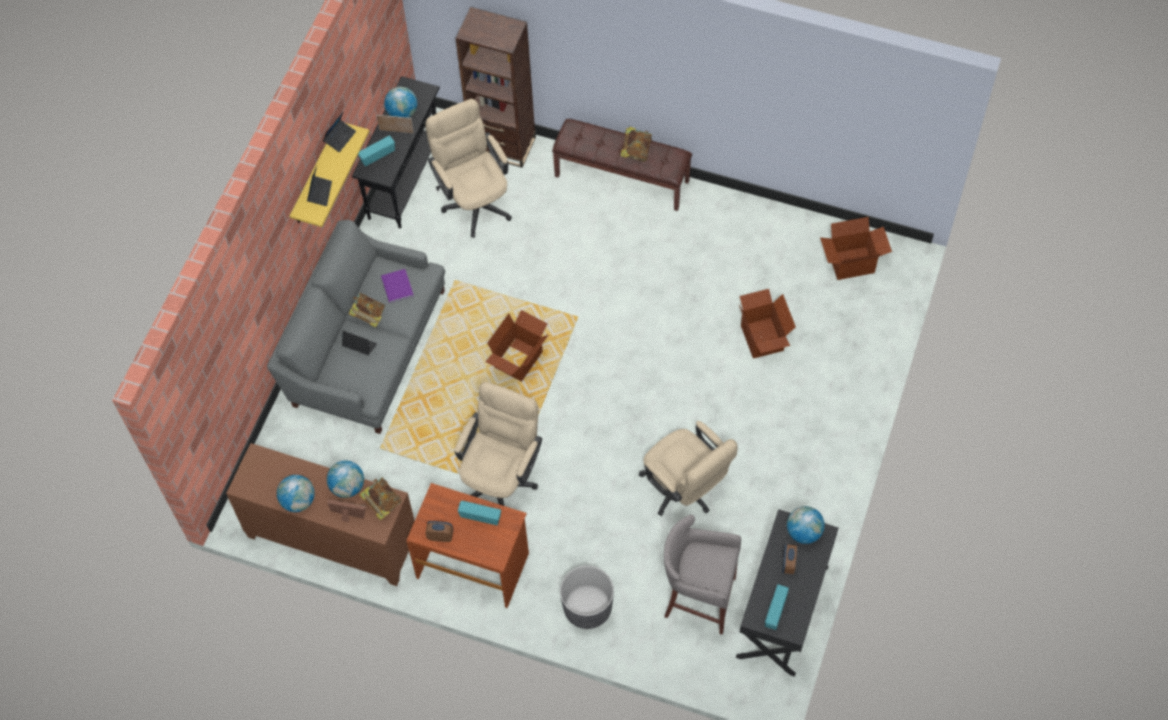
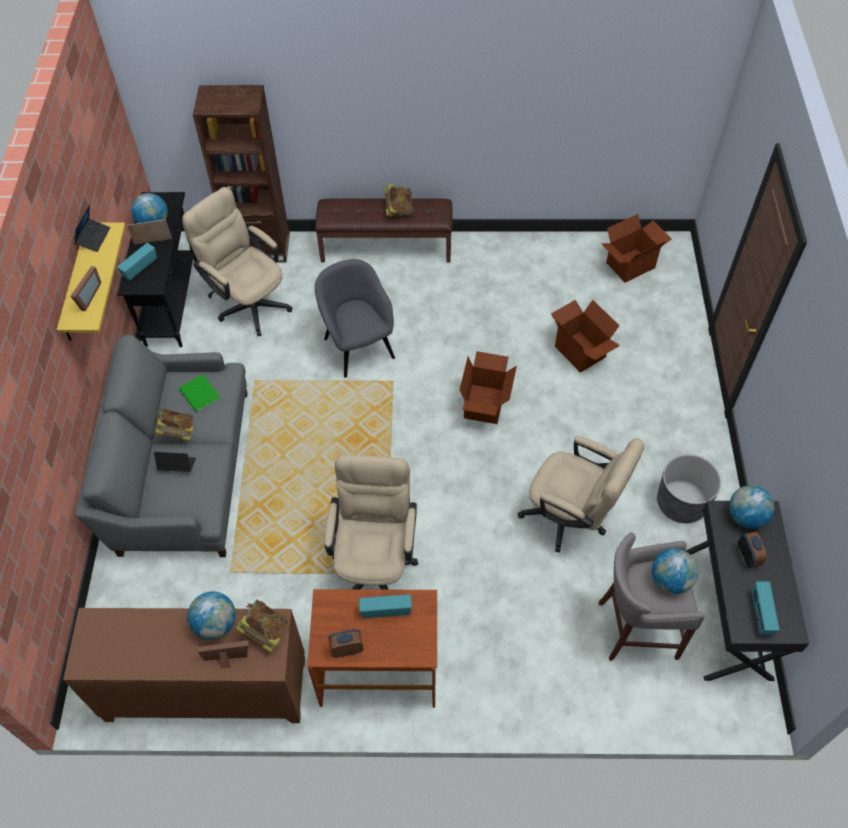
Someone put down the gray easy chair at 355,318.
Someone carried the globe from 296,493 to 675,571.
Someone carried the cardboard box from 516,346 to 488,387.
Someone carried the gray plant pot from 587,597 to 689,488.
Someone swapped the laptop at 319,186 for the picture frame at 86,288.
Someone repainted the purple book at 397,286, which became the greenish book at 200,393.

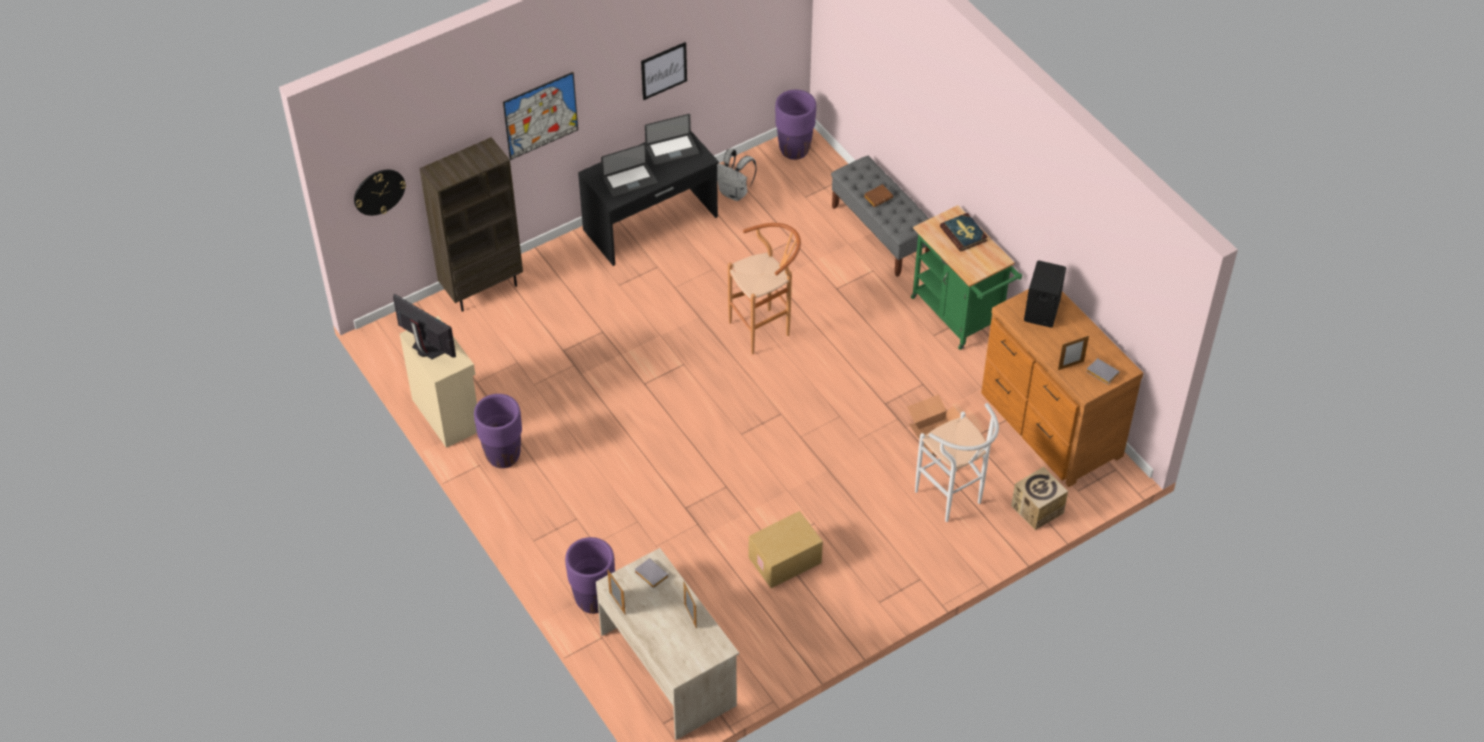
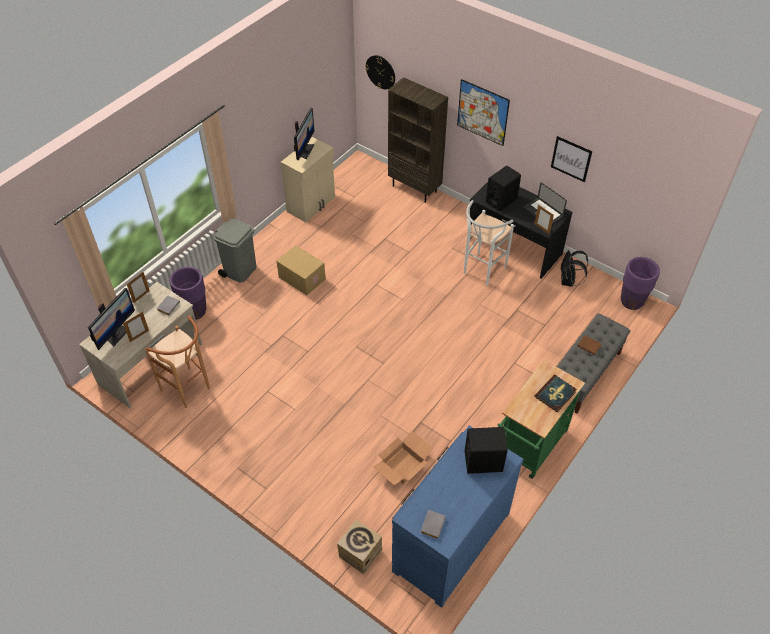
Someone took away the purple plant pot at 498,431.
Someone put down the computer screen at 111,319.
Someone put down the gray trash can at 234,251.
Someone carried the brown-coloured stool from 764,289 to 177,362.
Someone carried the cardboard box from 786,549 to 301,270.
Someone carried the white-coloured stool from 957,462 to 489,243.
Someone carried the picture frame from 1073,353 to 544,219.
Someone swapped the laptop at 629,170 for the black-coloured speaker at 503,188.
Someone repainted the white-coloured knapsack at 737,174, which became the black-coloured knapsack at 574,268.
Someone repainted the brown-coloured dresser at 1062,388, which became the bluish dresser at 458,517.

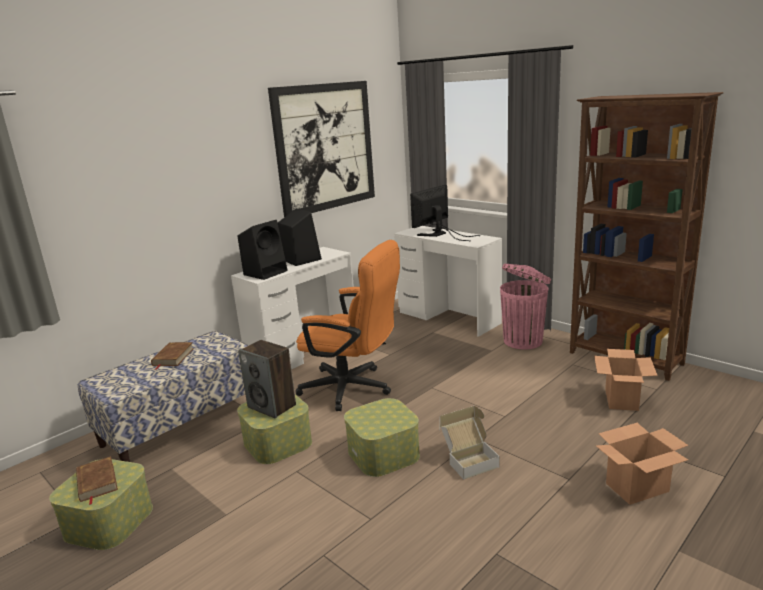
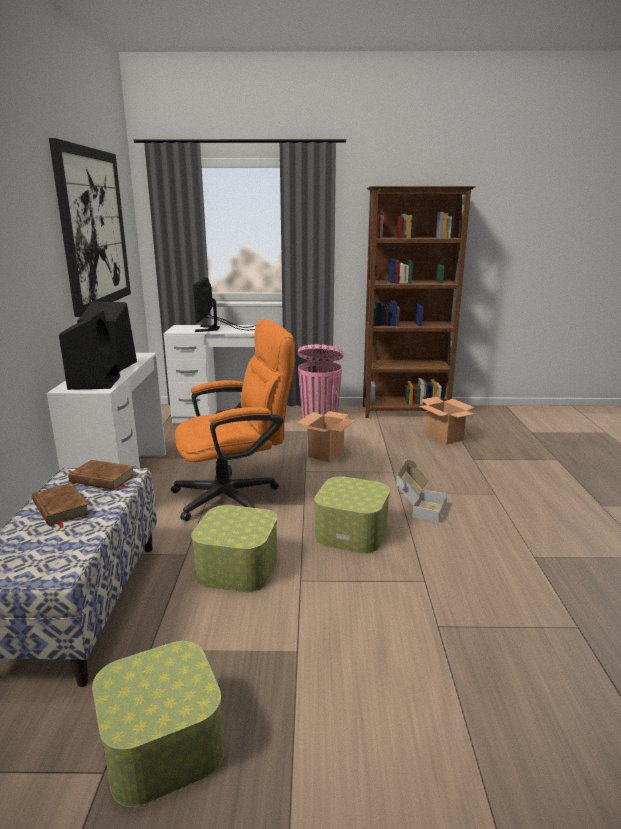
Someone took away the speaker at 267,379.
Someone carried the brown-coloured book from 97,480 to 101,475.
Someone carried the cardboard box from 642,464 to 326,436.

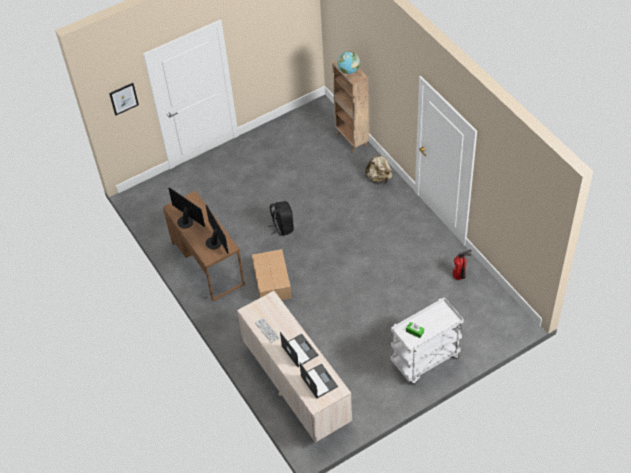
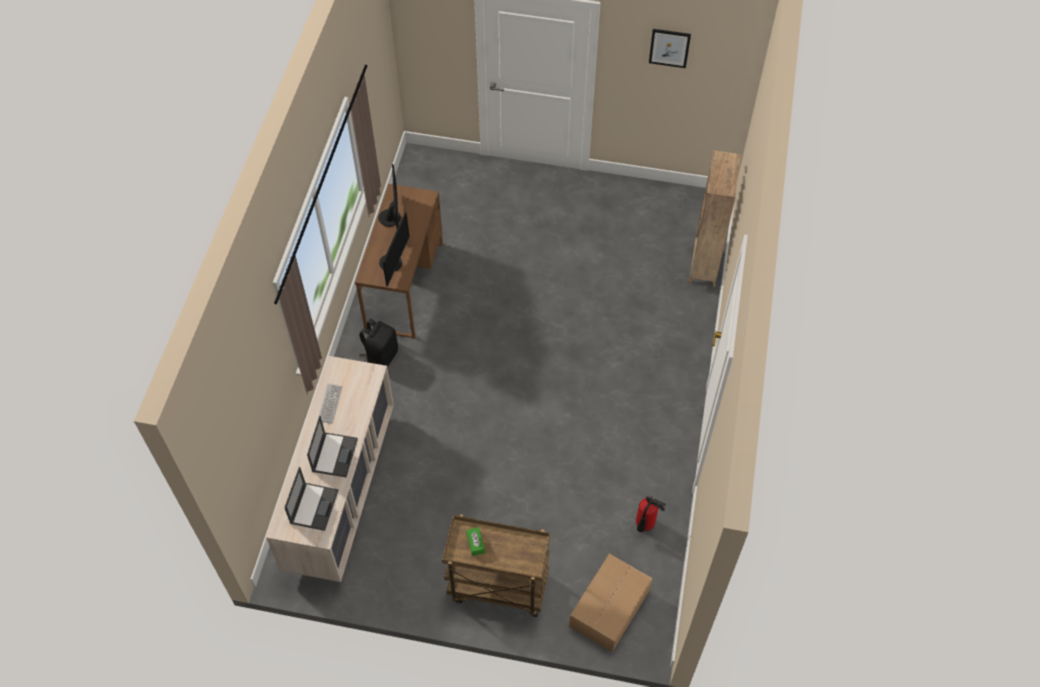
Someone took away the globe at 348,62.
Someone took away the sand-coloured knapsack at 378,168.
Someone carried the wall picture from 124,99 to 670,48.
Someone carried the cardboard box from 272,274 to 611,603.
Someone carried the black-coloured knapsack from 282,218 to 378,343.
Someone repainted the white-coloured cart at 427,340, which became the brown-coloured cart at 496,565.

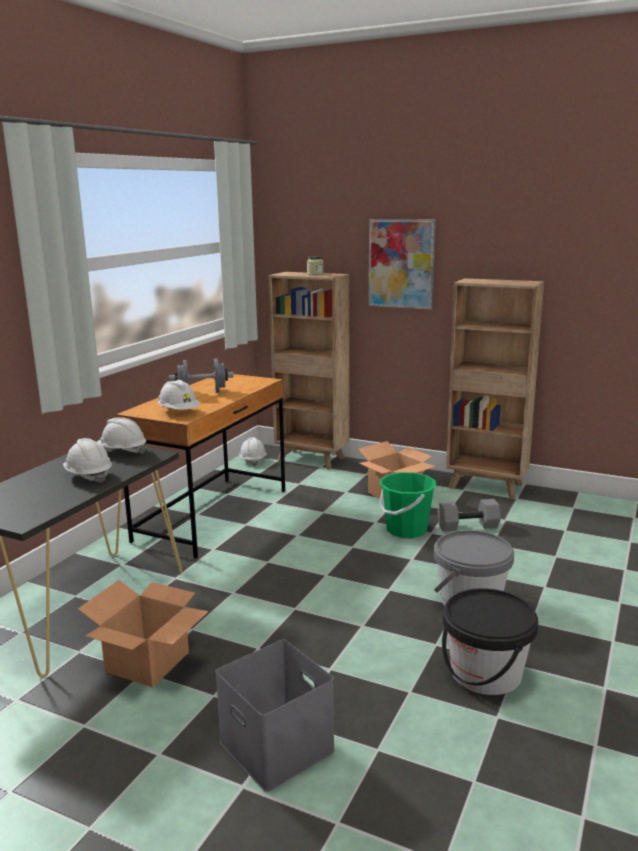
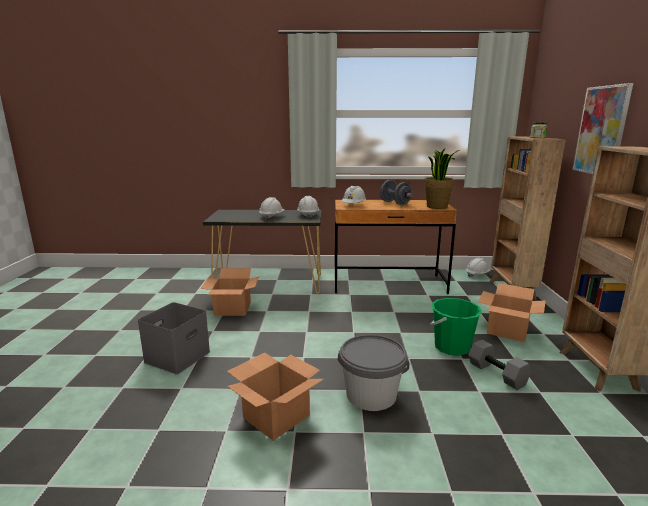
Someone put down the potted plant at 441,178.
Someone swapped the black-coloured water bucket at 490,641 for the cardboard box at 275,397.

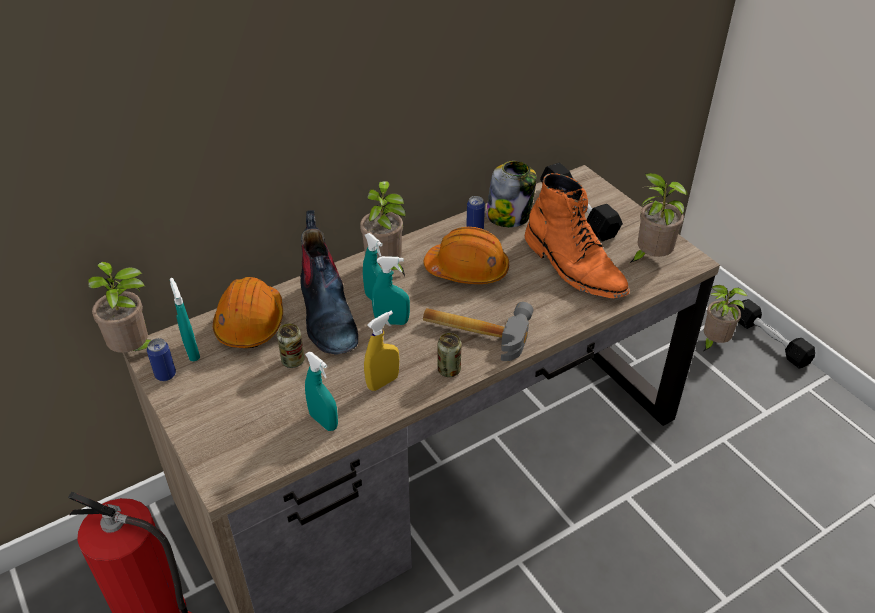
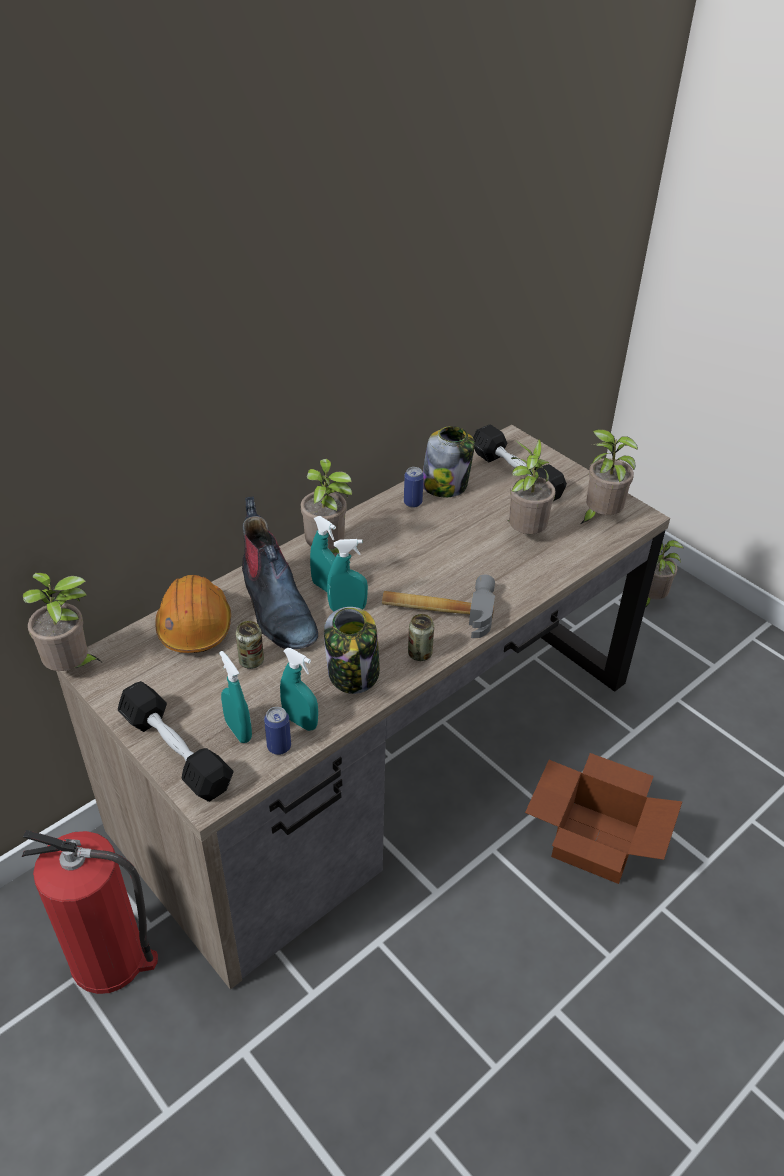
Someone took away the orangey work helmet at 466,255.
Someone put down the cardboard box at 603,818.
Someone carried the metal can from 161,359 to 277,731.
Someone carried the turquoise-coloured hand sprayer from 185,320 to 235,697.
Someone carried the black-coloured dumbbell from 776,334 to 175,741.
Someone swapped the yellow hand sprayer at 381,351 for the jar at 352,650.
Someone swapped the orangey tall boot at 577,236 for the potted plant at 532,486.

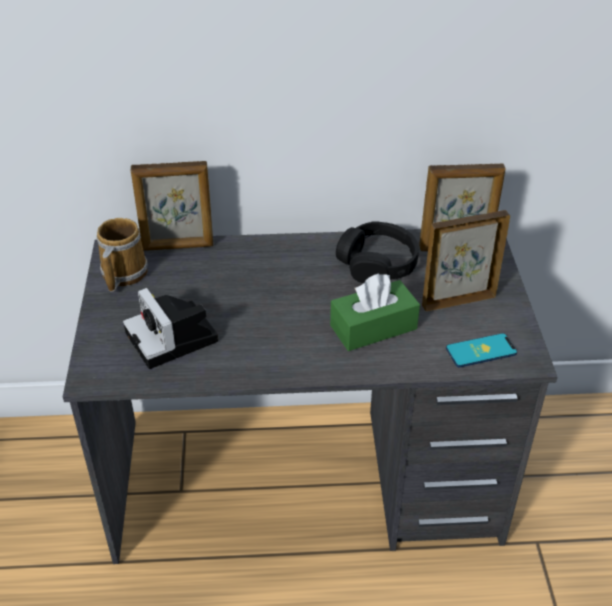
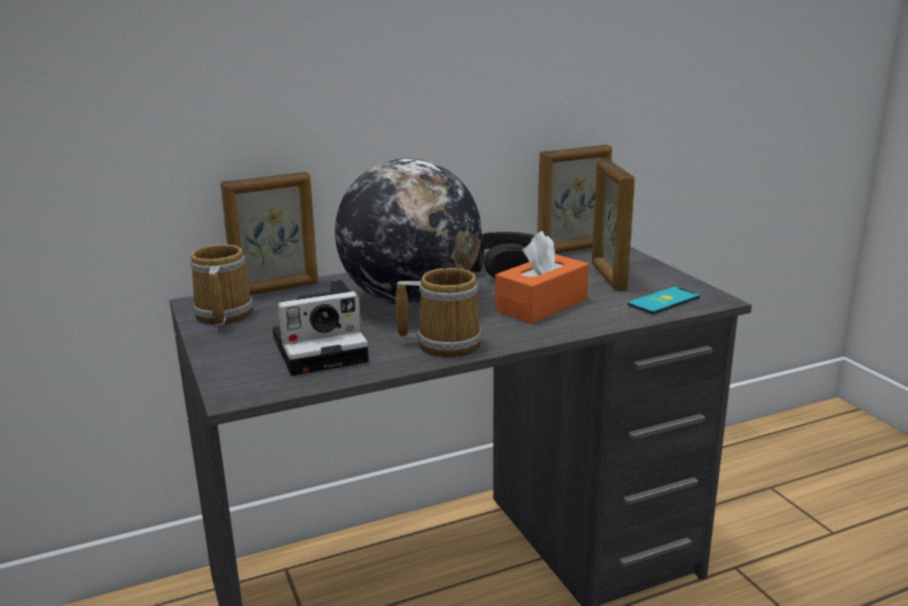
Someone put down the globe at 408,232.
Someone put down the tea mug at 439,312.
Someone repainted the greenish tissue holder at 375,312, which became the orangey tissue holder at 542,277.
Someone rotated the photo camera at 170,328 by 60 degrees counterclockwise.
Someone rotated the picture frame at 466,261 by 60 degrees counterclockwise.

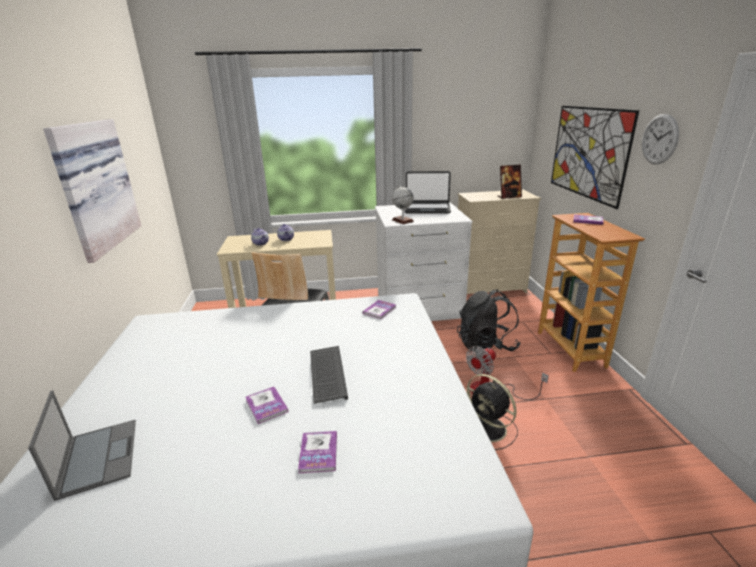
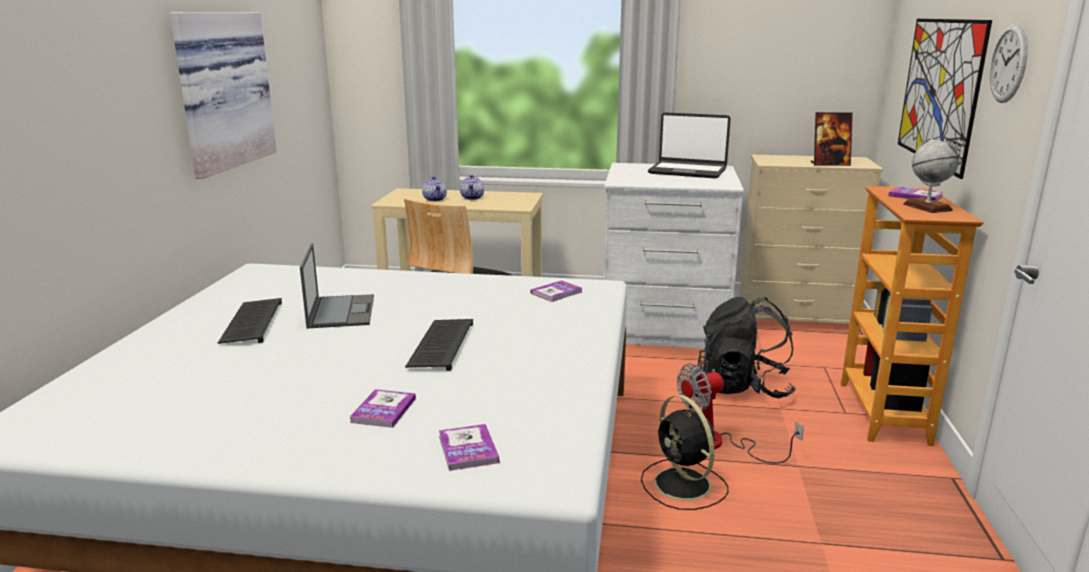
Someone put down the PC keyboard at 250,321.
Someone carried the laptop from 82,445 to 337,285.
Someone carried the book from 266,405 to 469,447.
Someone carried the globe from 403,205 to 931,175.

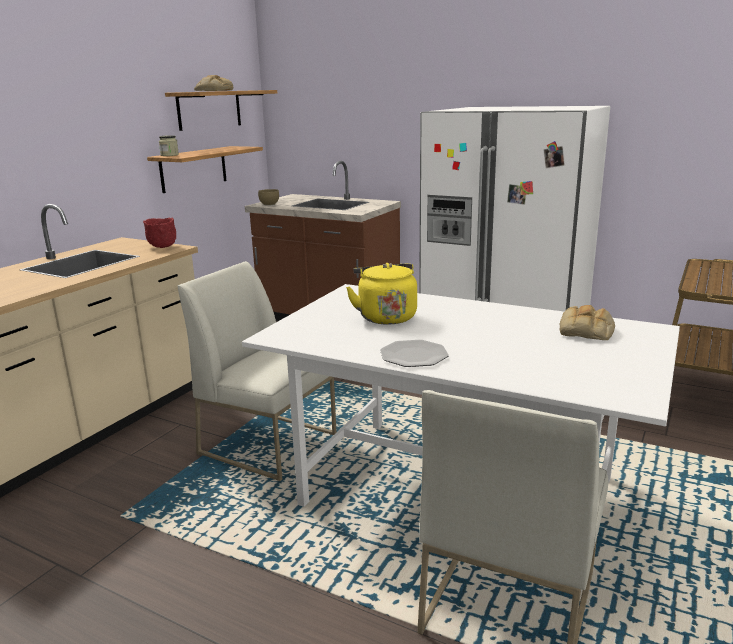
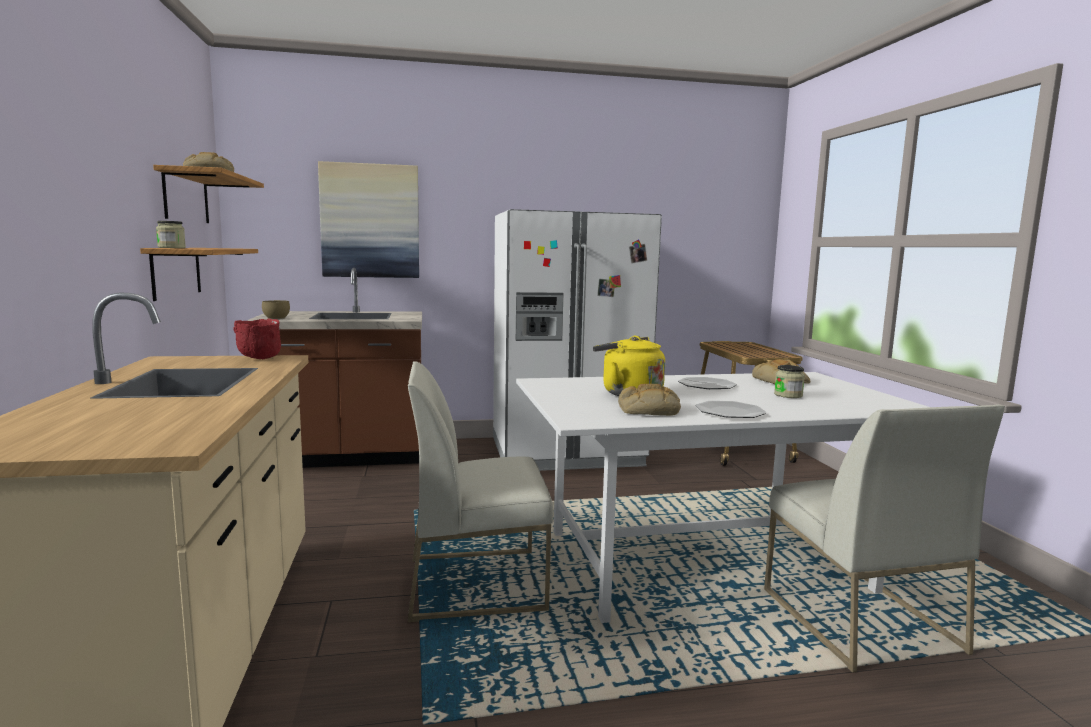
Someone put up the wall picture at 368,219.
Someone put down the bakery bread at 649,400.
Someone put down the flat dish at 707,383.
Someone put down the jar at 789,381.

